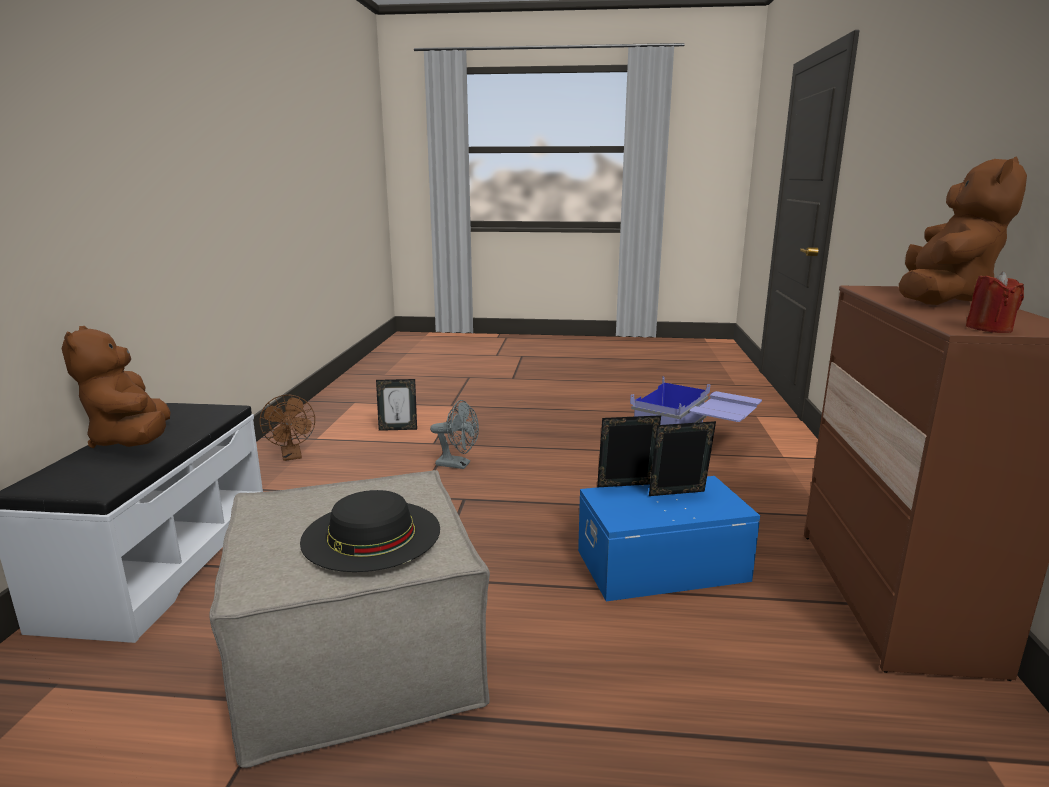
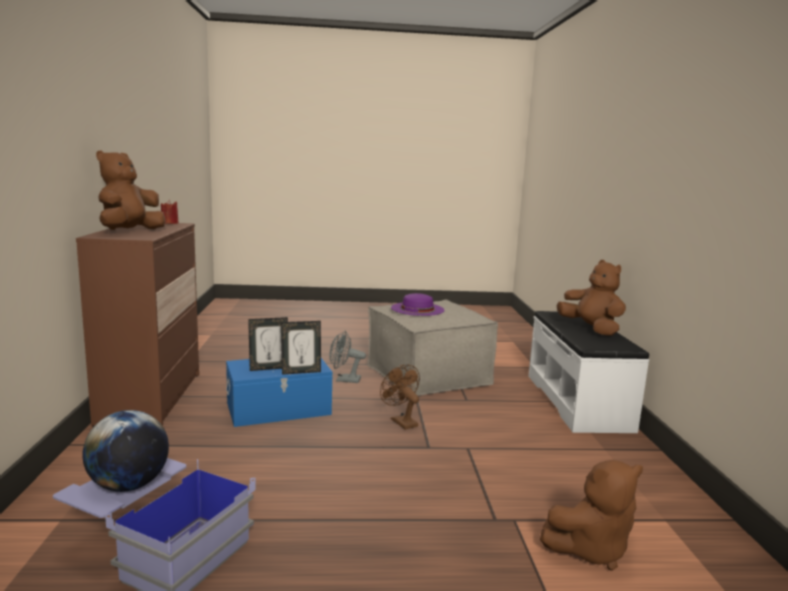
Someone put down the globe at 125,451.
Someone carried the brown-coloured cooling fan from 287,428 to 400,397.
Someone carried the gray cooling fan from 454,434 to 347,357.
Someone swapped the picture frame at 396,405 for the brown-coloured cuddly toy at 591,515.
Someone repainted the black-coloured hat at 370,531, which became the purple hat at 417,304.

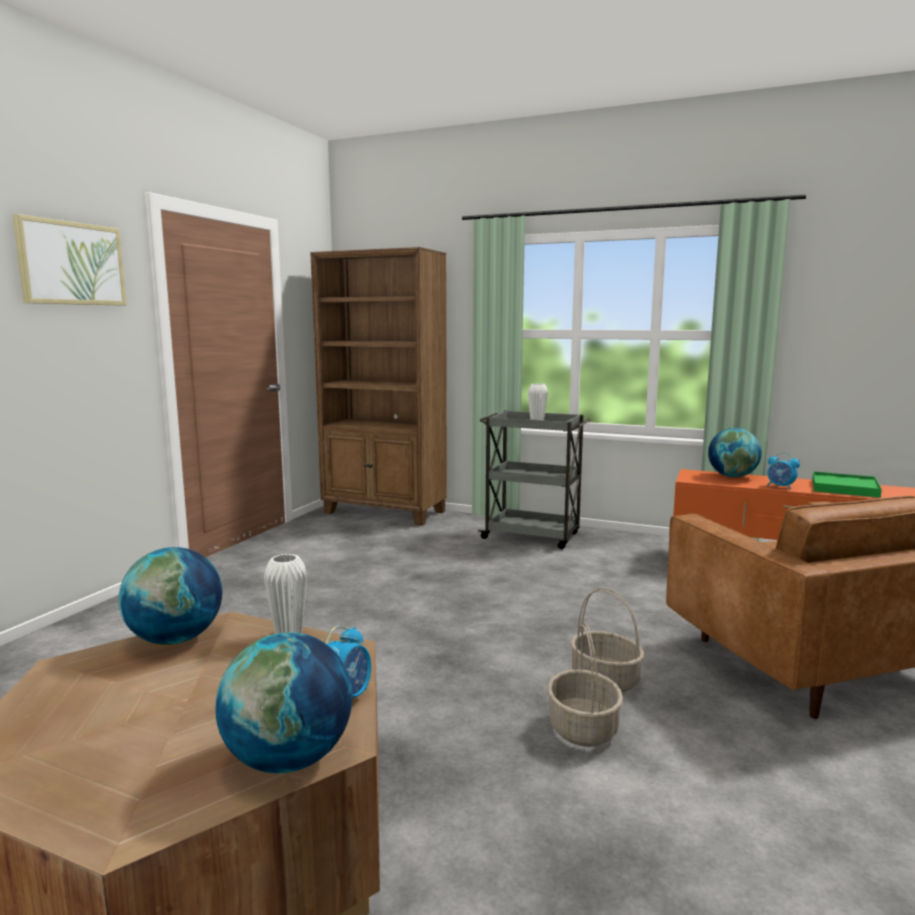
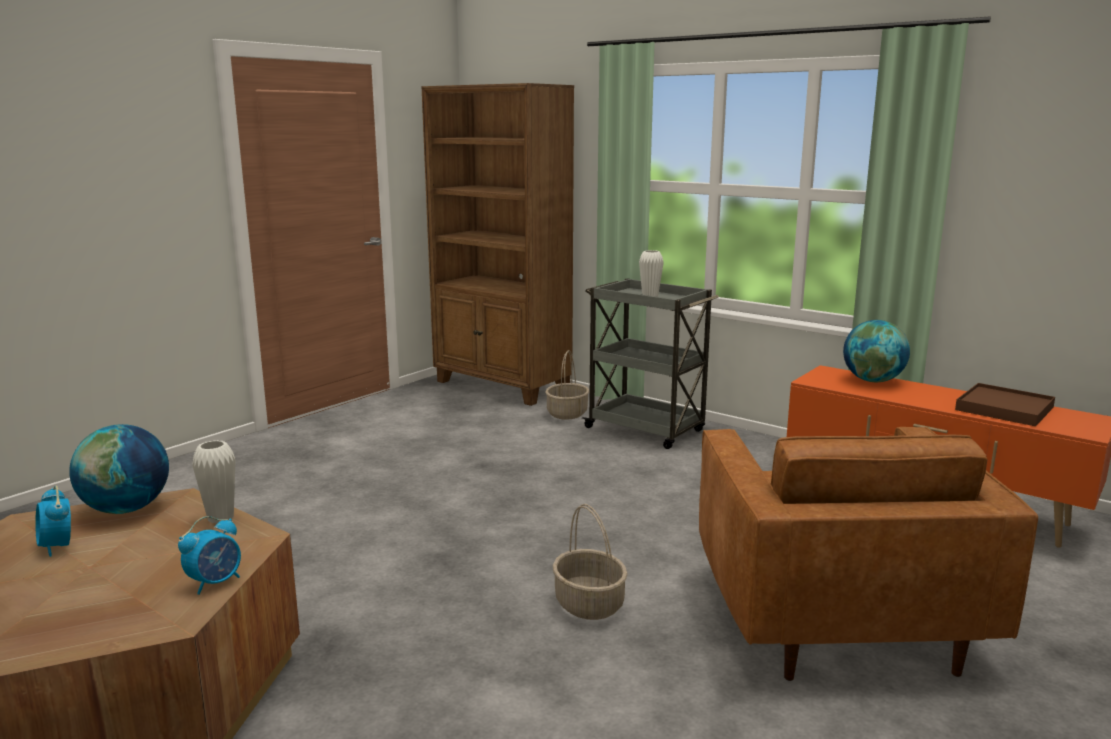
Someone took away the wall picture at 70,260.
Someone took away the globe at 283,702.
Someone carried the storage basket from 585,685 to 567,385.
Someone carried the bedside clock from 783,471 to 53,521.
Someone repainted the greenish tray at 847,485, which became the brown-coloured tray at 1005,404.

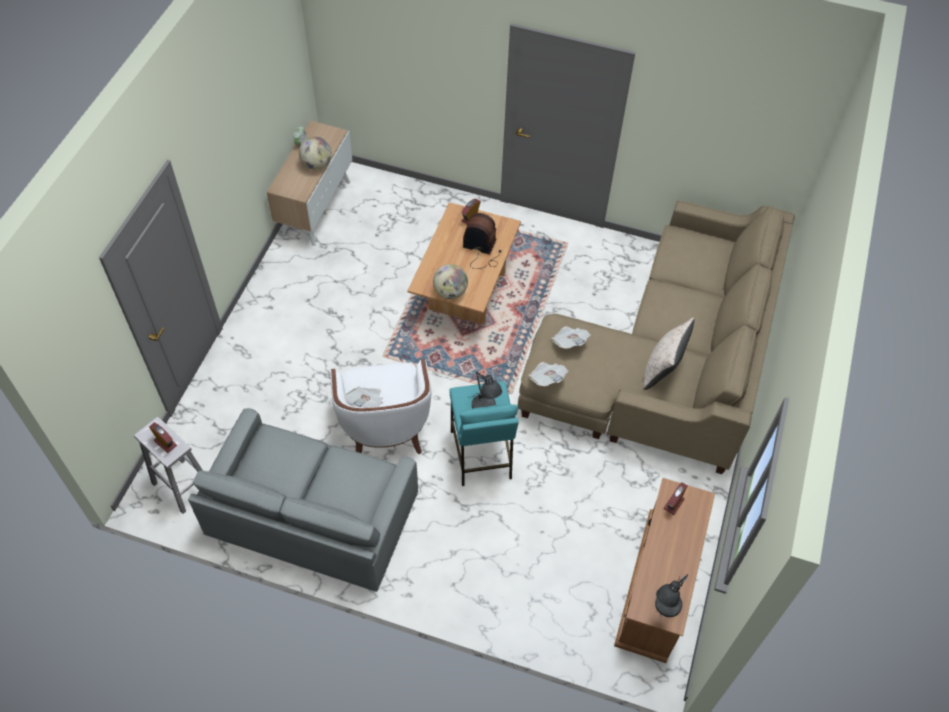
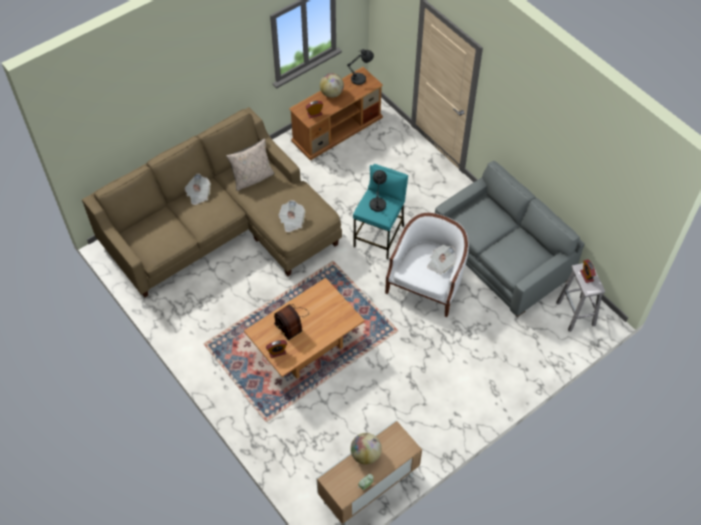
Someone carried the globe from 450,281 to 332,85.
Someone carried the newspaper from 548,374 to 197,189.

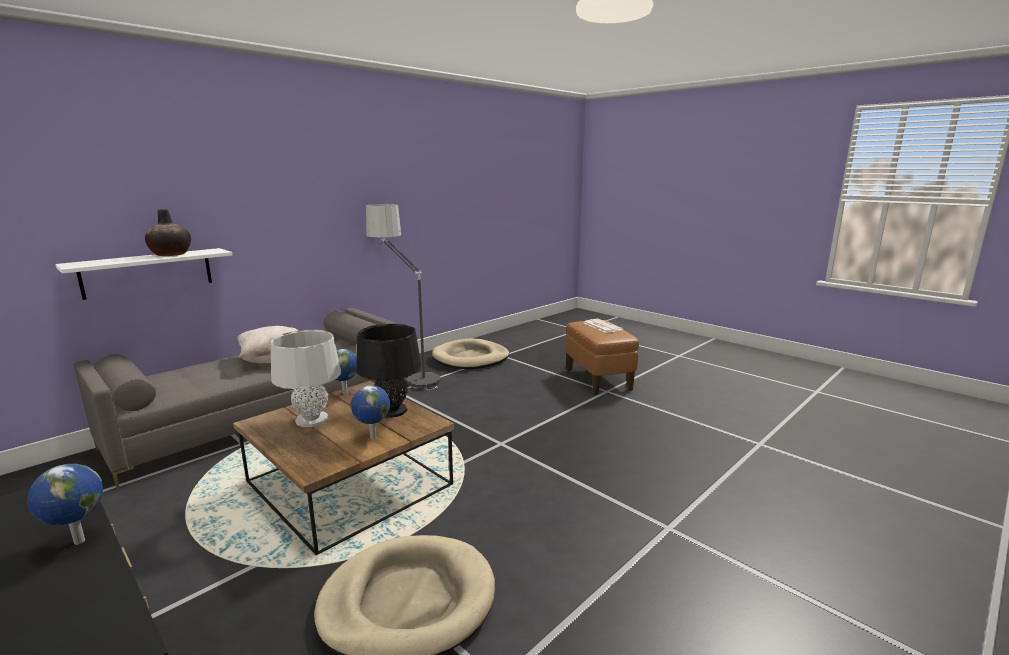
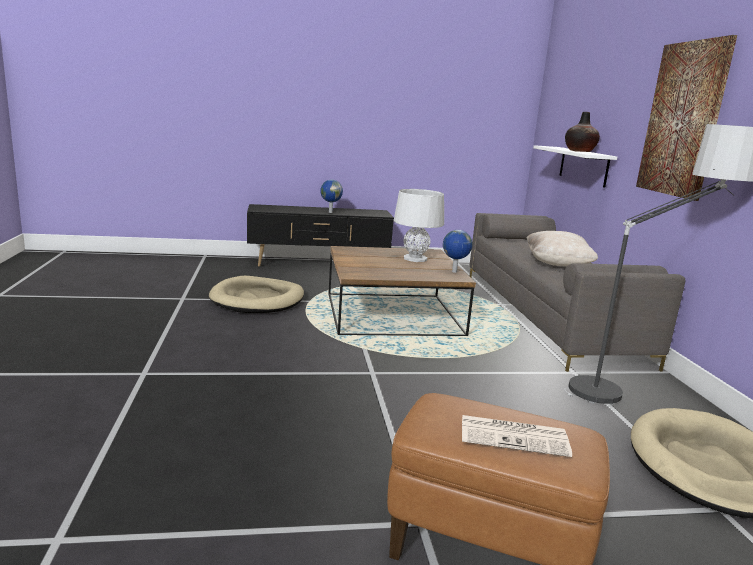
Someone took away the globe at 370,412.
Someone took away the black-coloured tabletop lamp at 388,371.
Someone put up the wall picture at 686,118.

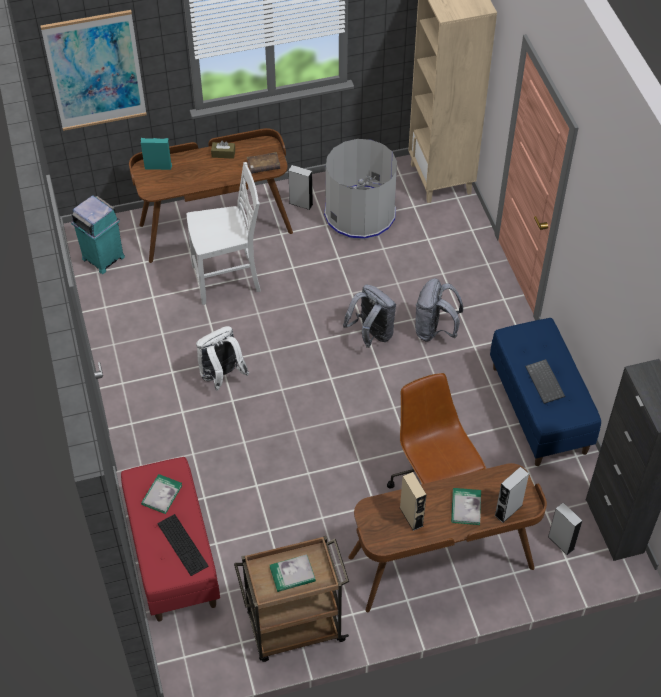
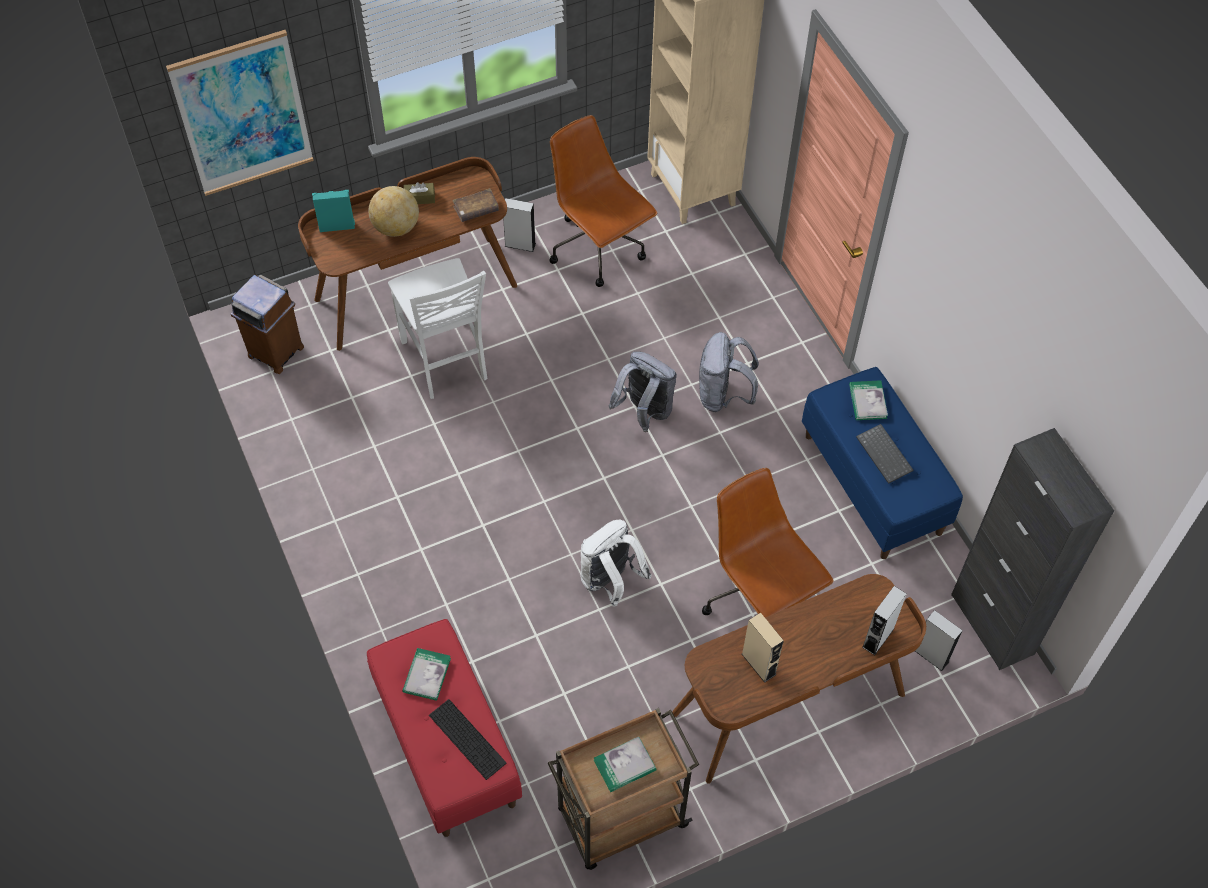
Someone put down the globe at 393,211.
Someone carried the white-coloured knapsack from 222,358 to 616,563.
Someone carried the book from 466,506 to 868,400.
Someone swapped the gray trash can at 360,189 for the brown-coloured computer chair at 603,201.
Someone repainted the turquoise-coloured trash can at 98,234, which became the brown-coloured trash can at 267,324.
Someone rotated the white-coloured upright chair at 224,233 by 90 degrees clockwise.

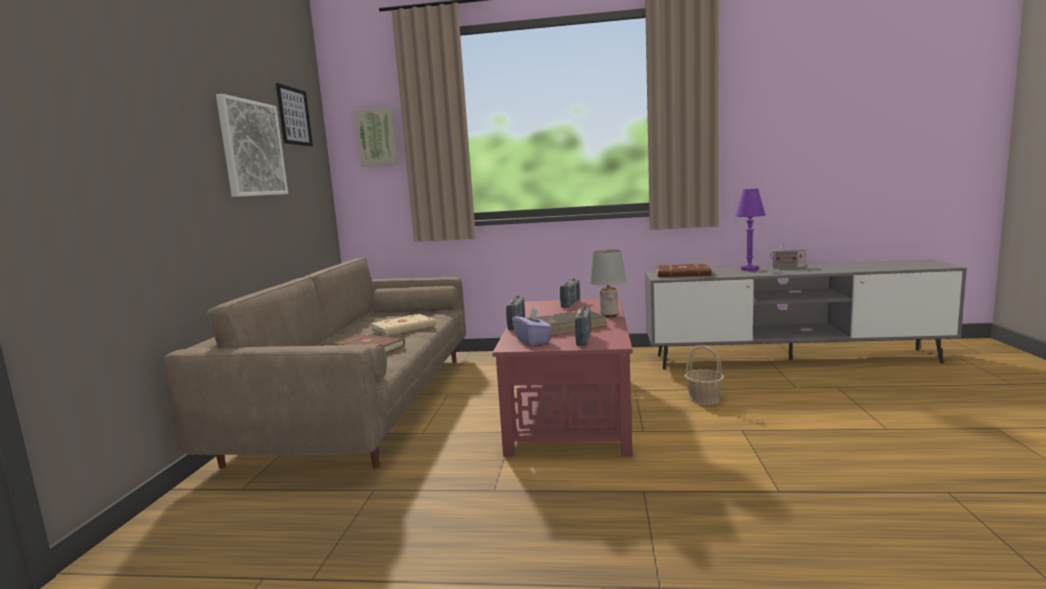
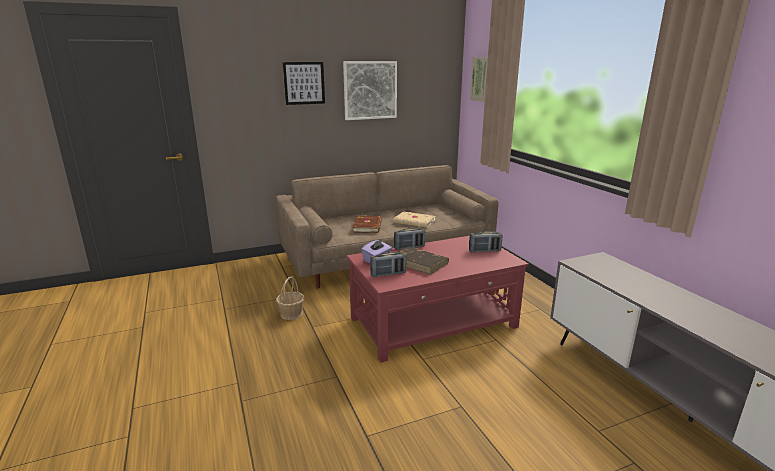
Someone took away the gray tabletop lamp at 607,283.
Someone took away the brown-coloured book at 684,270.
Someone took away the purple tabletop lamp at 750,230.
Someone took away the radio receiver at 788,255.
Someone carried the wall picture from 294,115 to 304,83.
Someone carried the storage basket from 704,375 to 290,298.

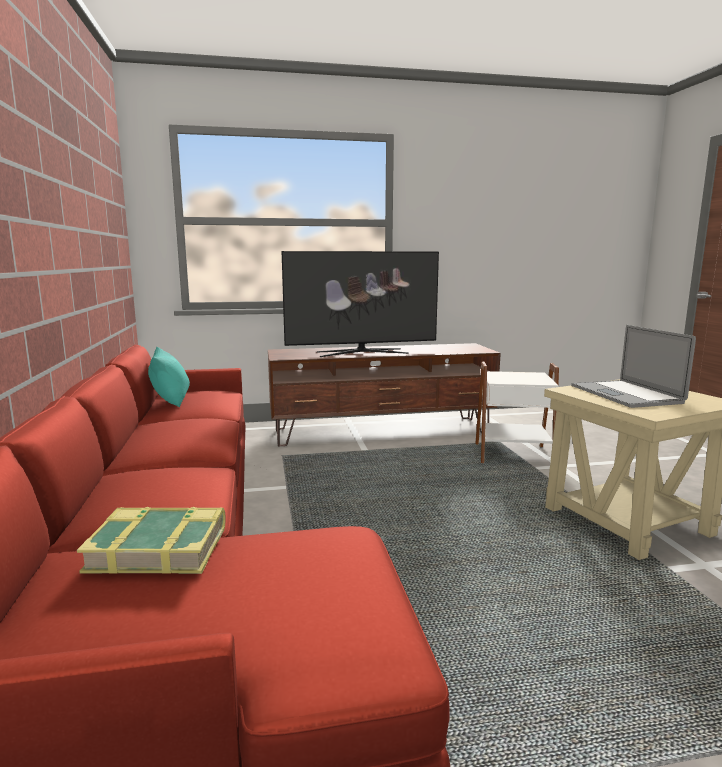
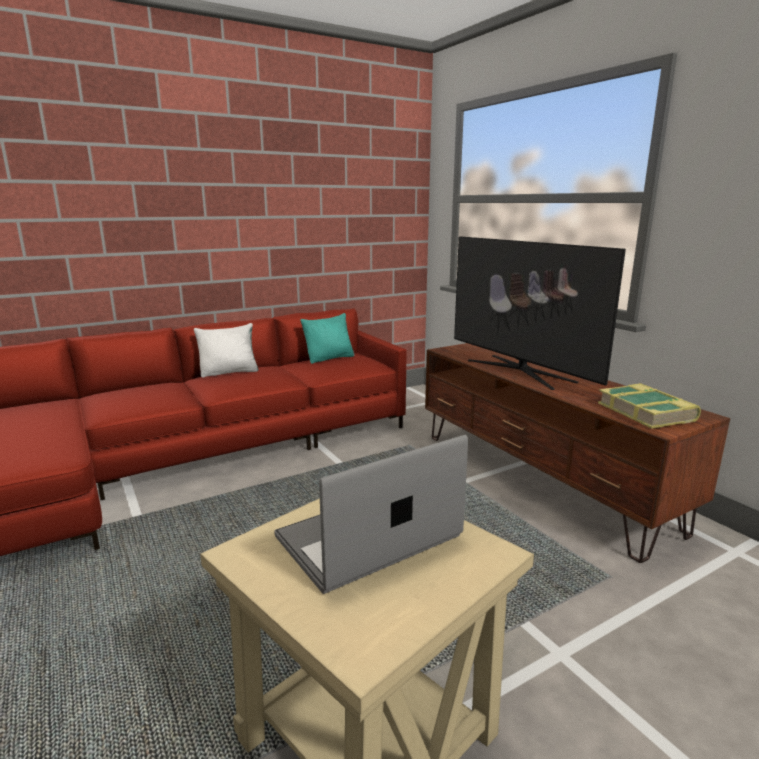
Someone took away the white-coloured end table at 517,412.
Someone put down the white-coloured throw pillow at 226,350.
Someone carried the book from 151,540 to 649,406.

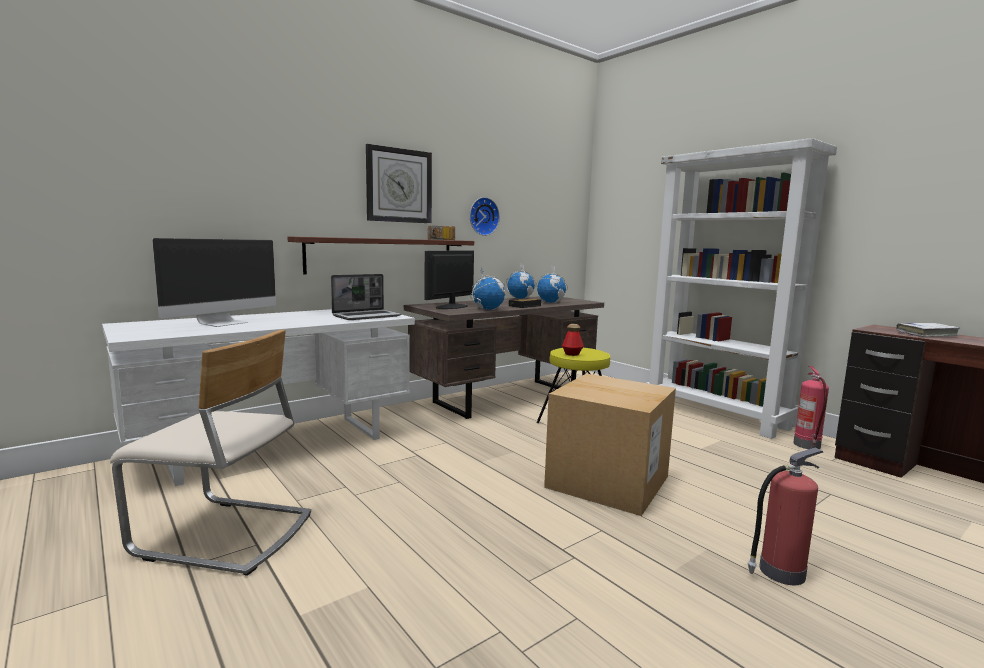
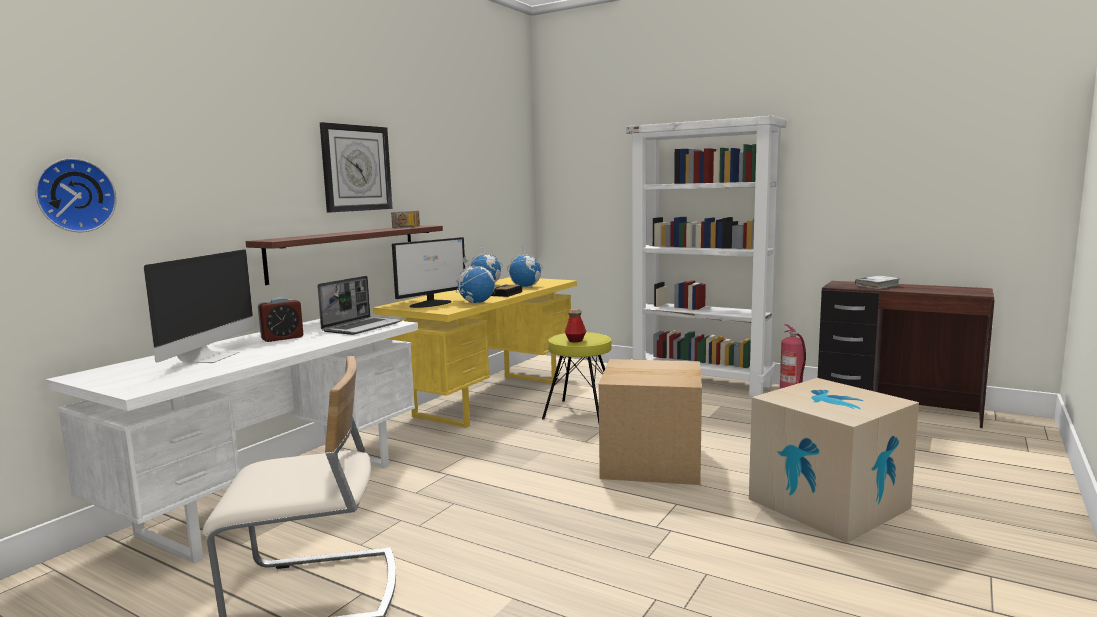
Someone put down the bedside clock at 280,319.
Someone carried the hanging clock from 485,216 to 76,195.
Someone swapped the extinguisher at 785,516 for the cardboard box at 834,460.
Someone repainted the brown-coloured desk at 504,357, which became the yellow desk at 475,352.
Someone rotated the computer screen at 449,279 by 150 degrees counterclockwise.

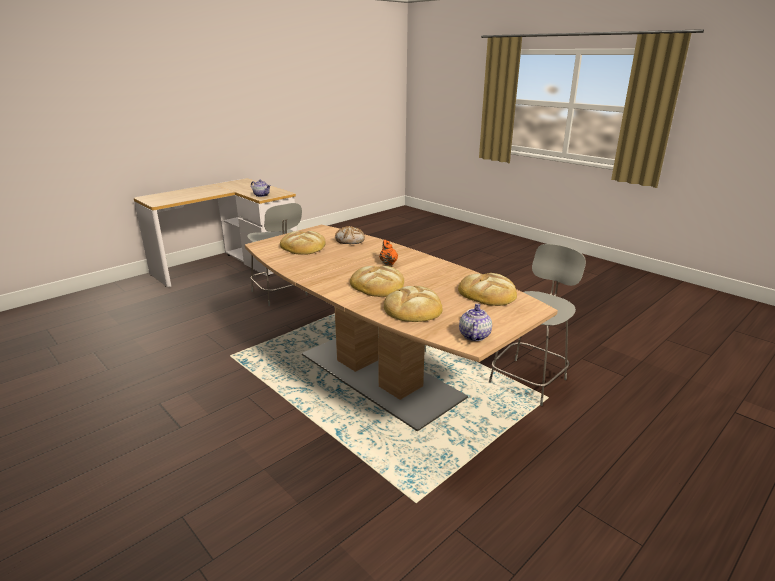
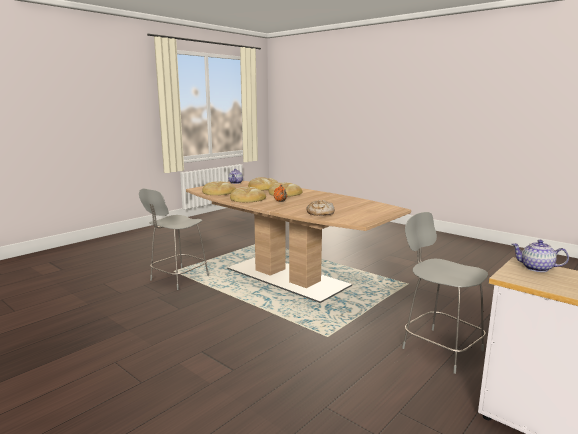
Someone carried the bakery bread from 303,243 to 248,194.

